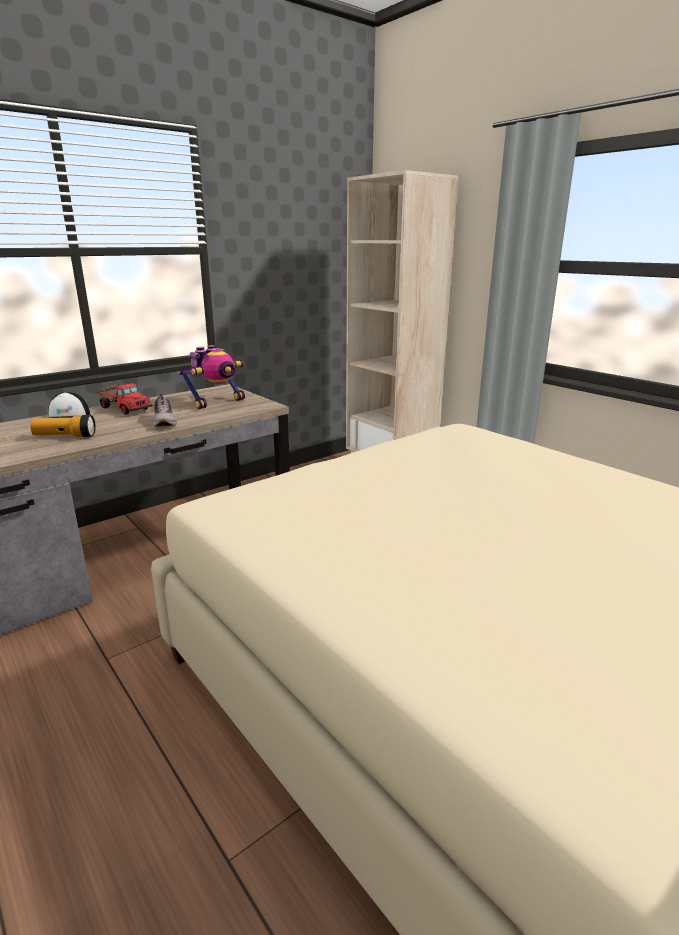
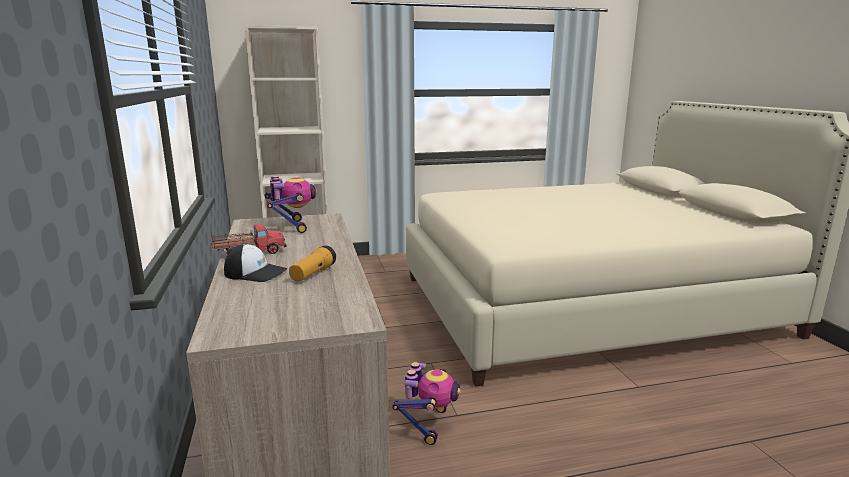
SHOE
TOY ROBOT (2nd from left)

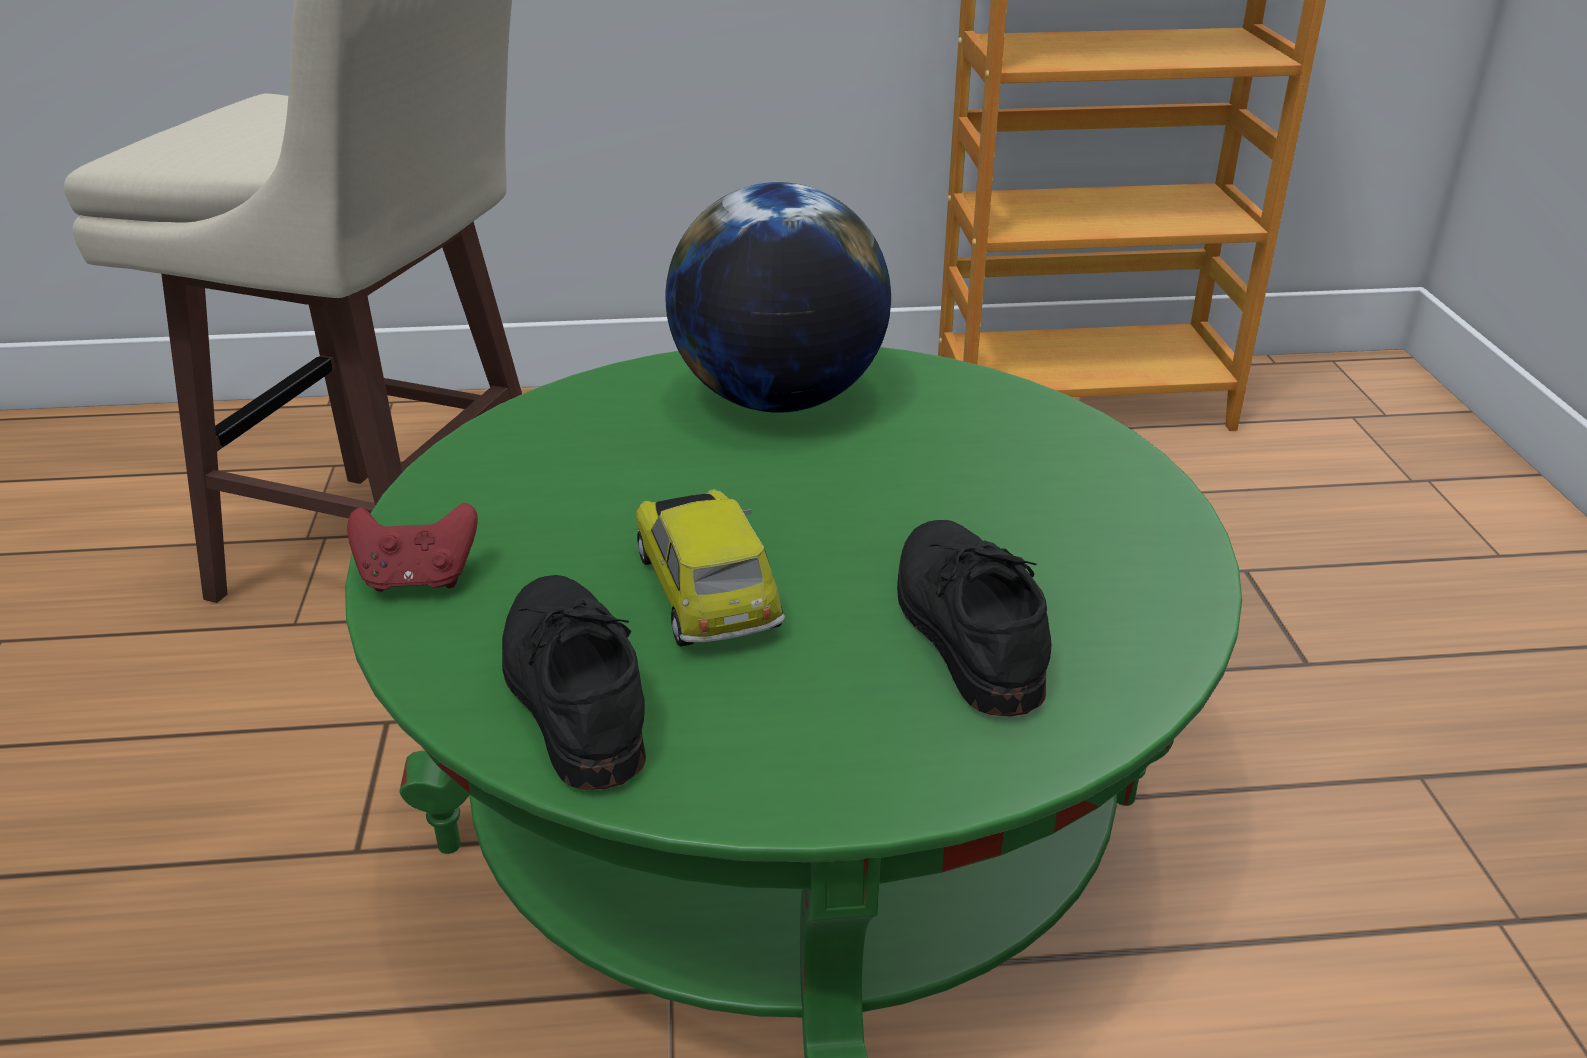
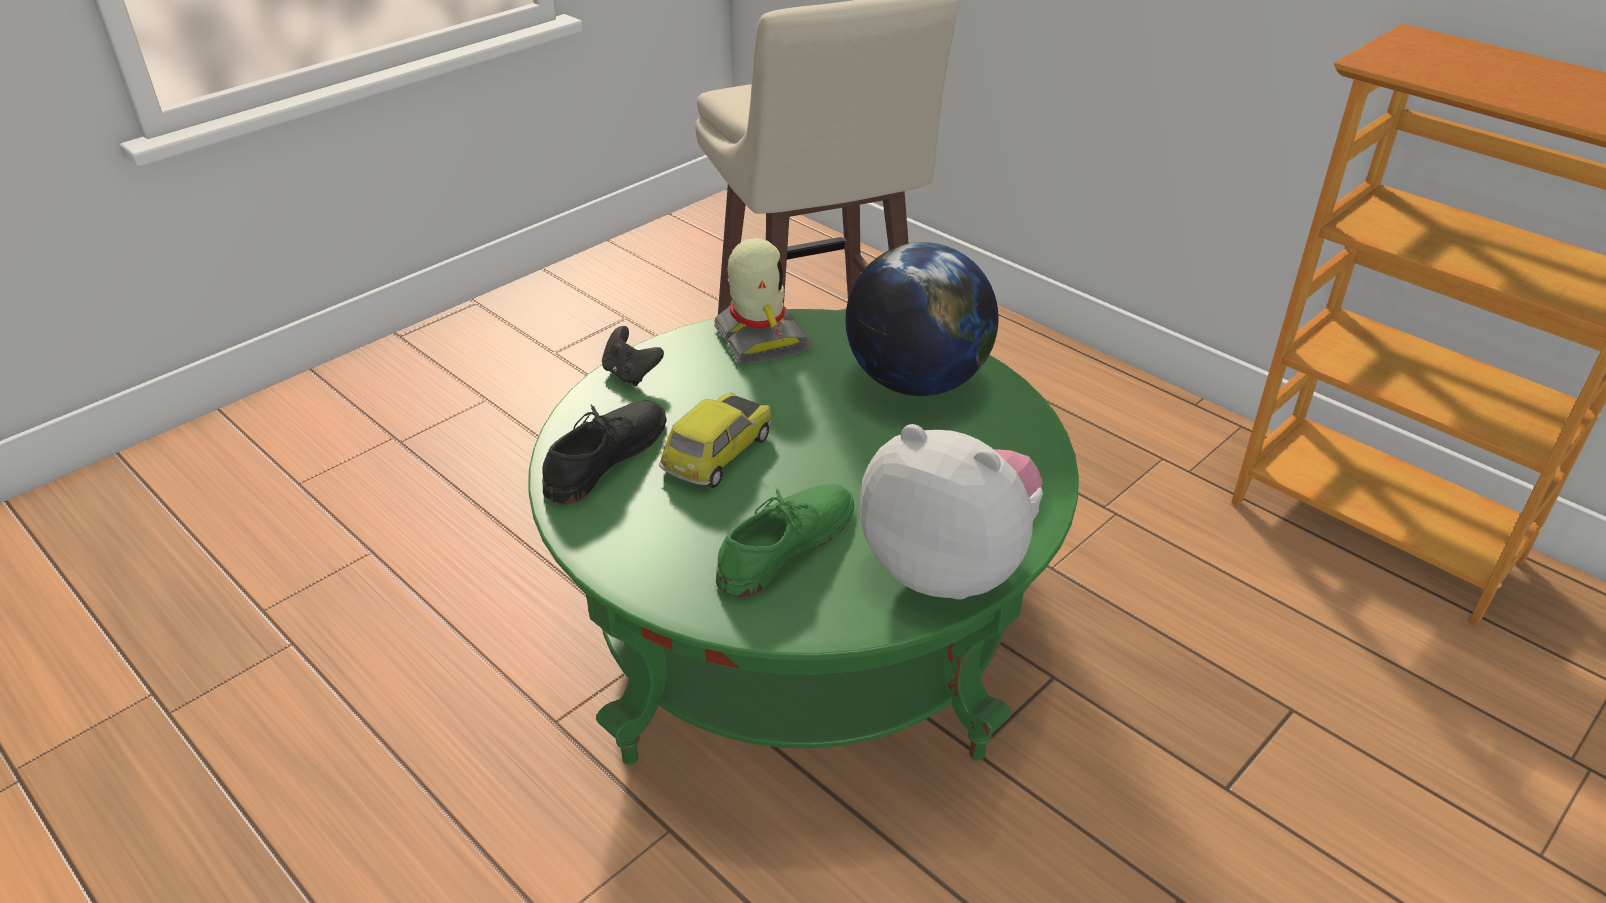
BLACK GAME CONTROLLER
GREEN SHOE
TOY ROBOT
PLUSH TOY

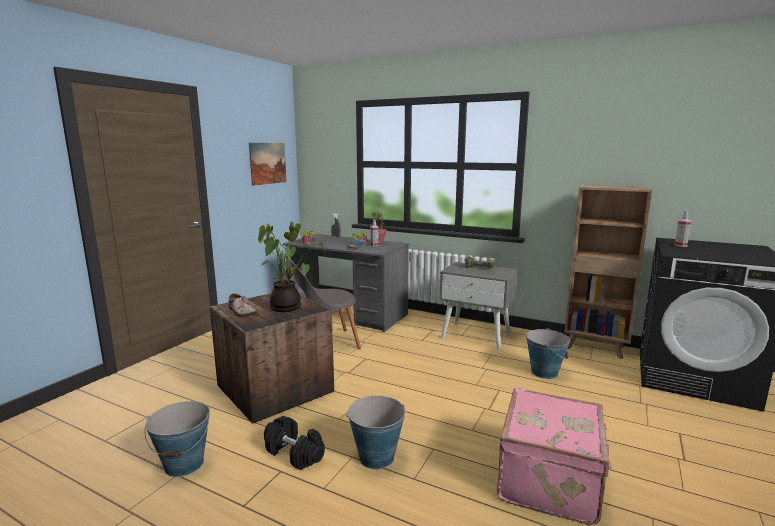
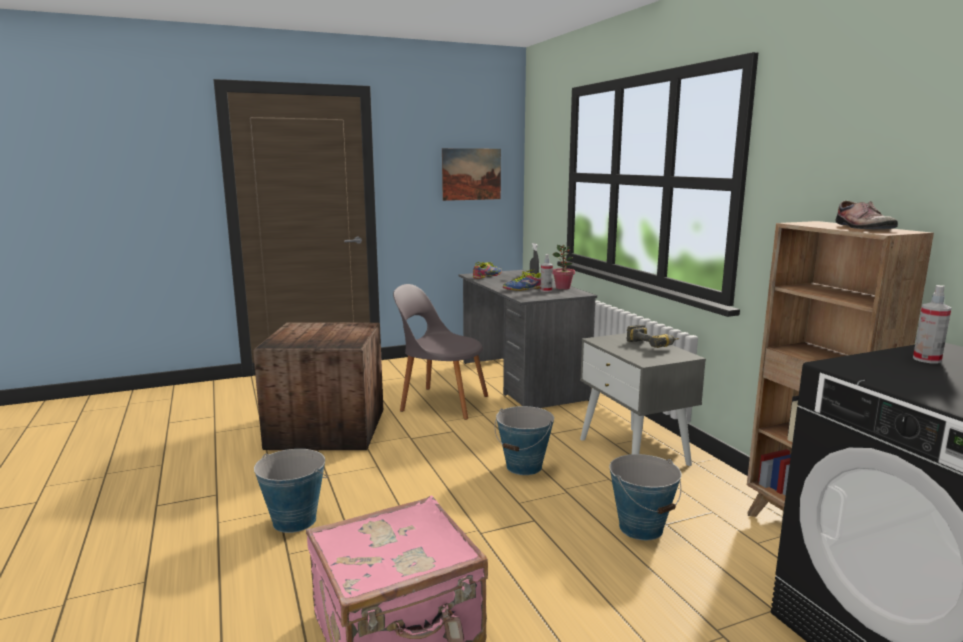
POTTED PLANT (1st from left in the first image)
SHOE (3rd from left)
BUCKET (2nd from left)
BLACK DUMBBELL

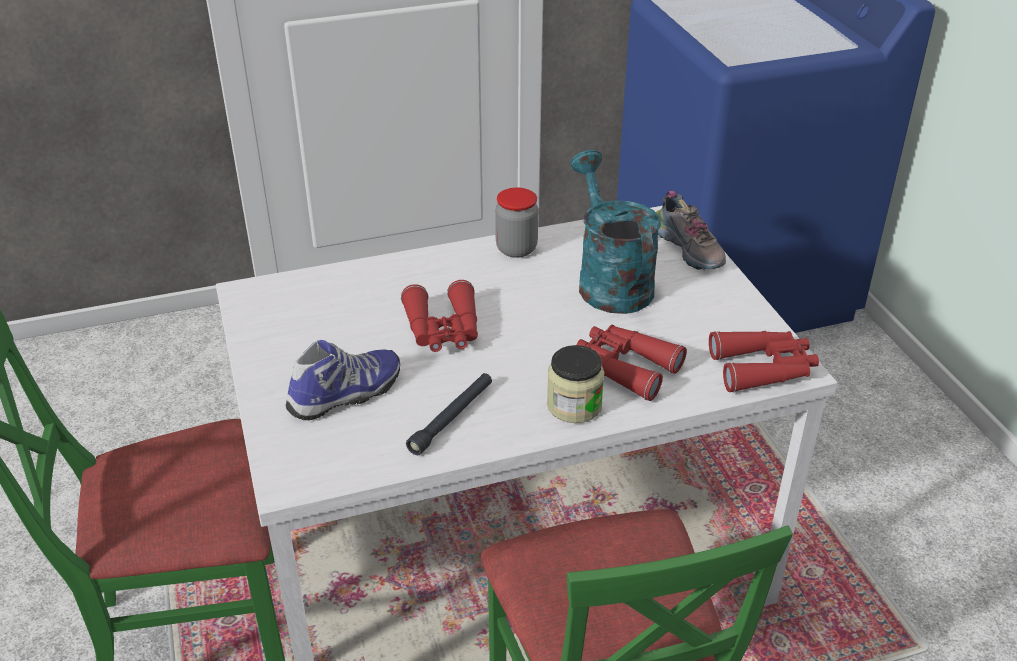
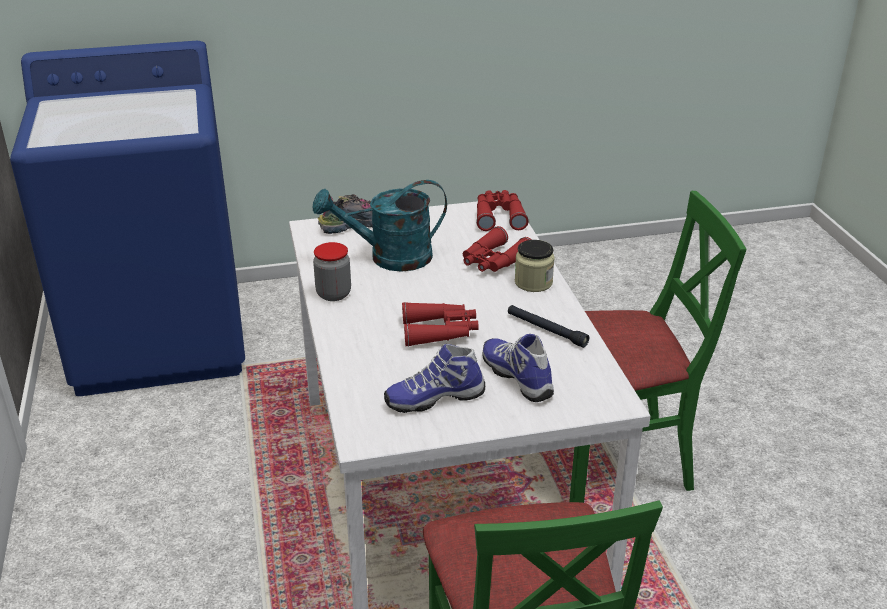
SHOE (2nd from left)

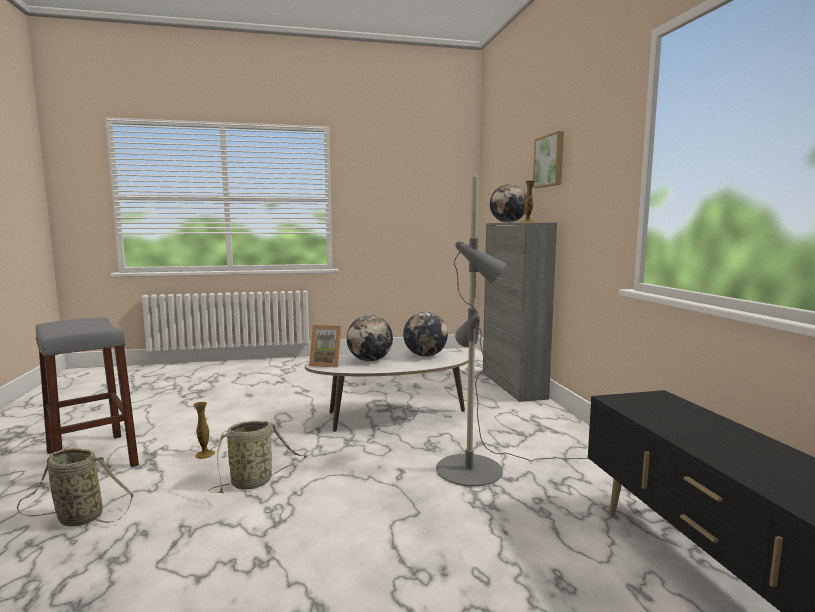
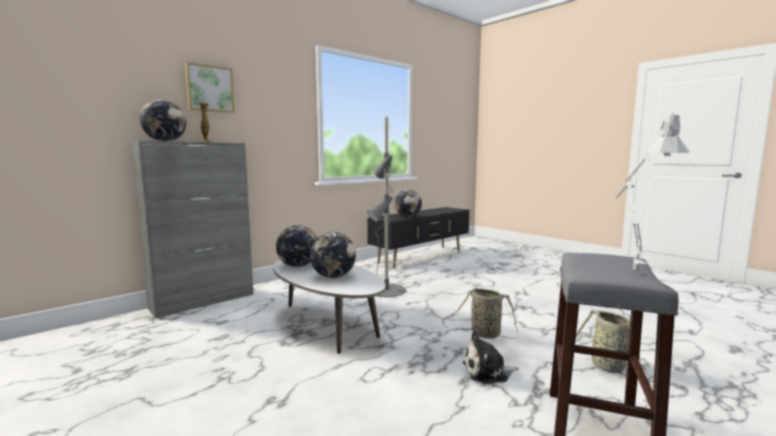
PICTURE FRAME
PLUSH TOY
GREY TABLE LAMP
GLOBE (4th from left)

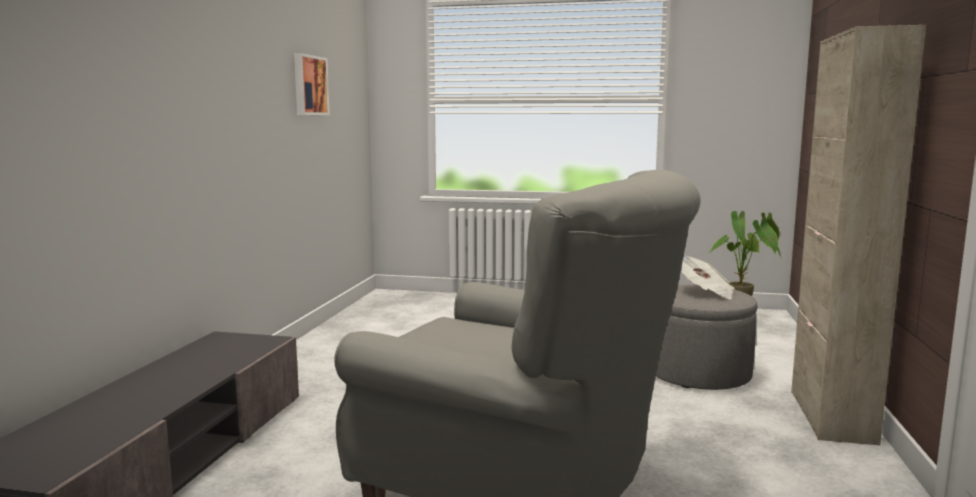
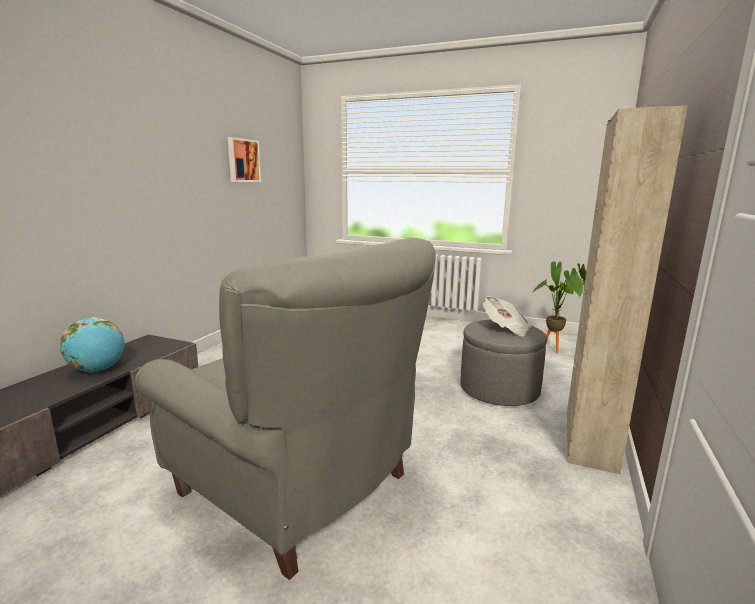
GLOBE

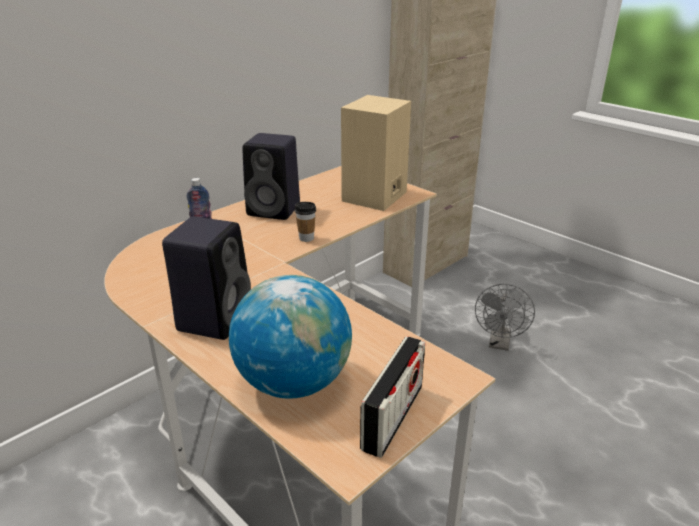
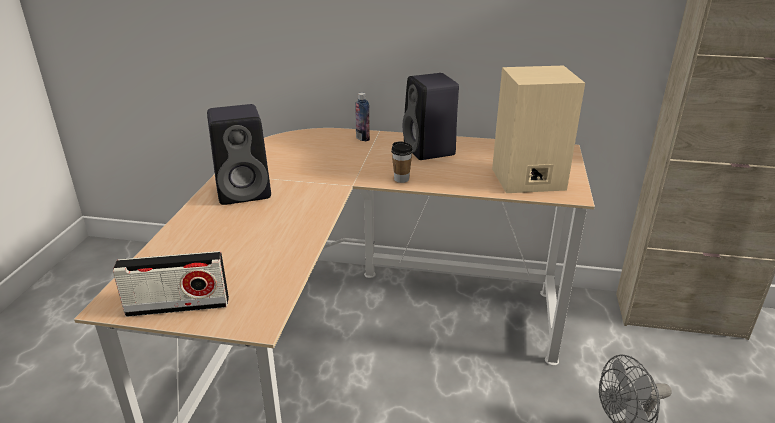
GLOBE

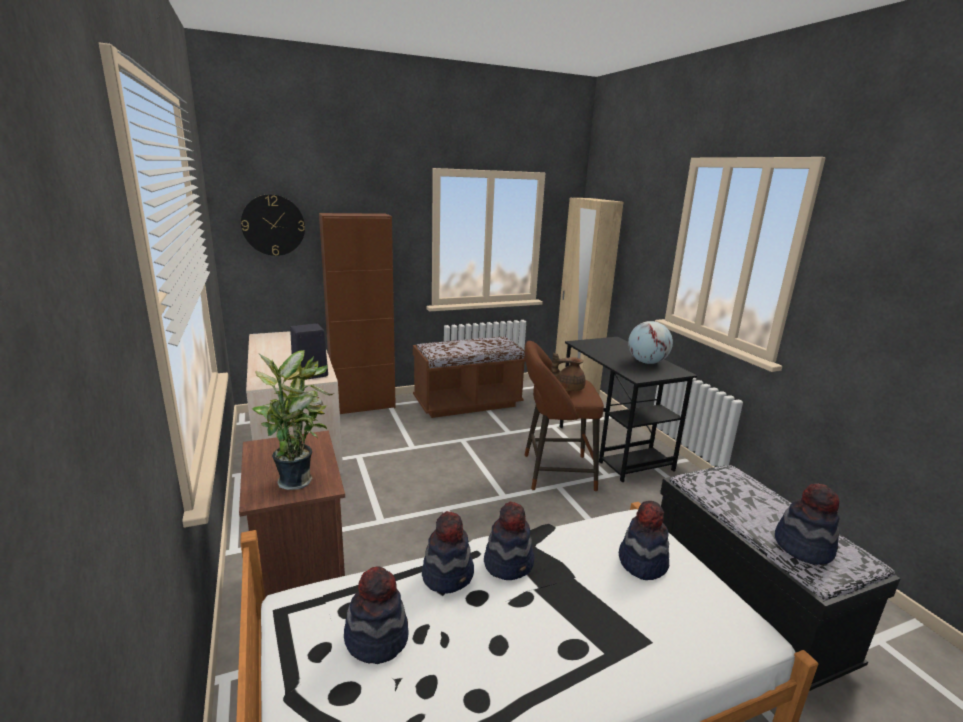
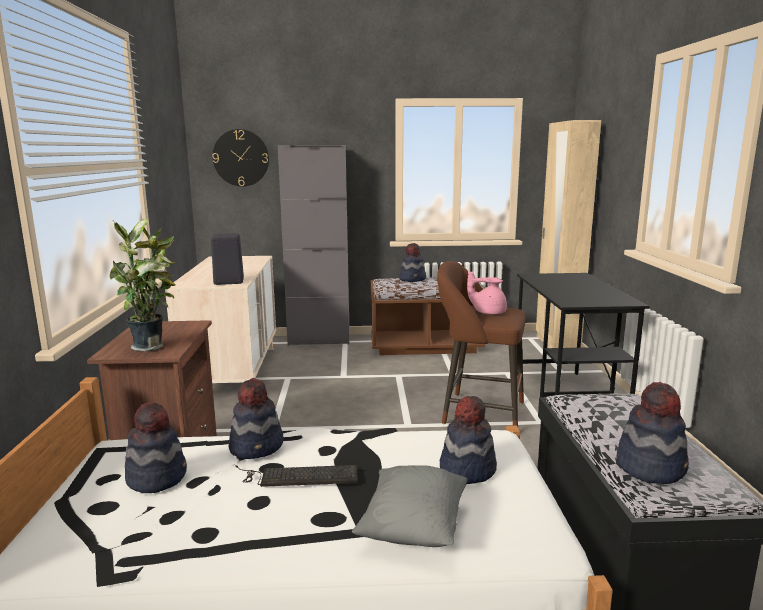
GREY CABINET
GLOBE
PINK TEAPOT
HAT (3rd from left)
KEYBOARD
GREY PILLOW

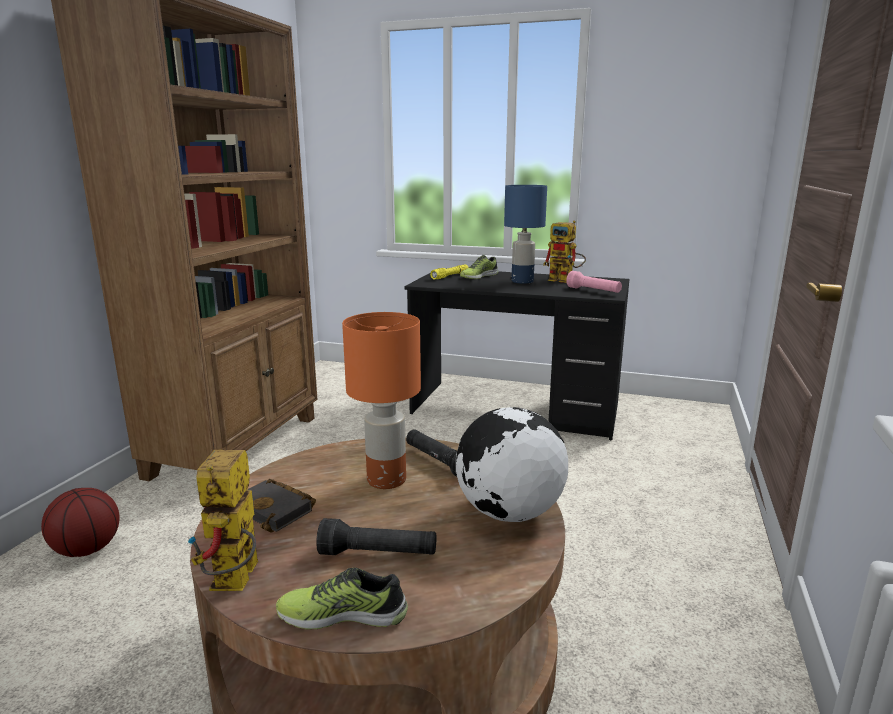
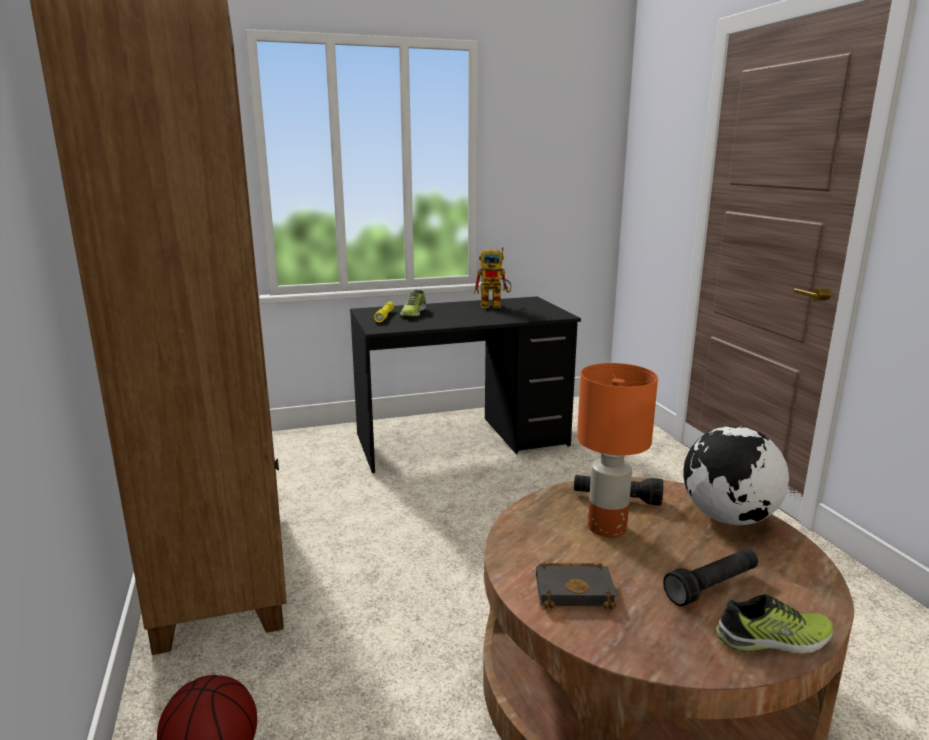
BLUE TABLE LAMP
PINK FLASHLIGHT
TOY ROBOT (1st from left in the first image)
SHOE (2nd from left)

